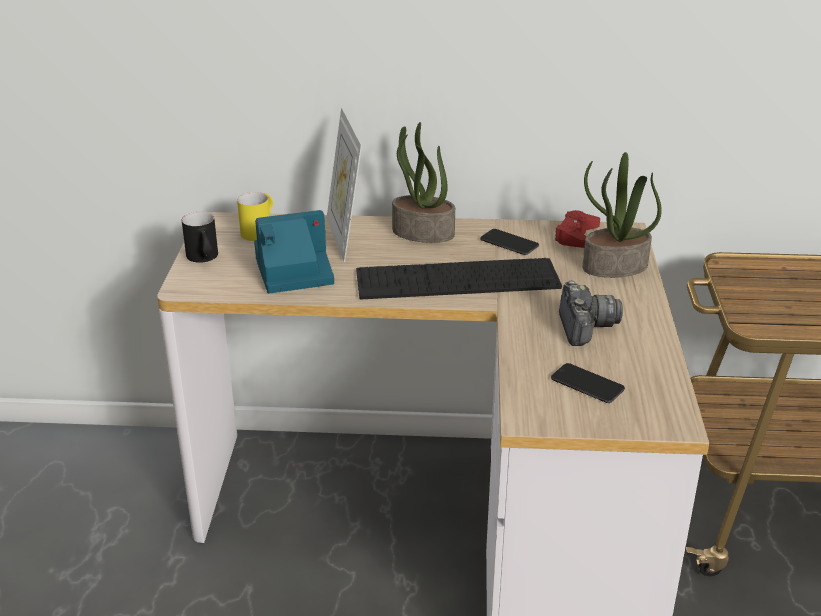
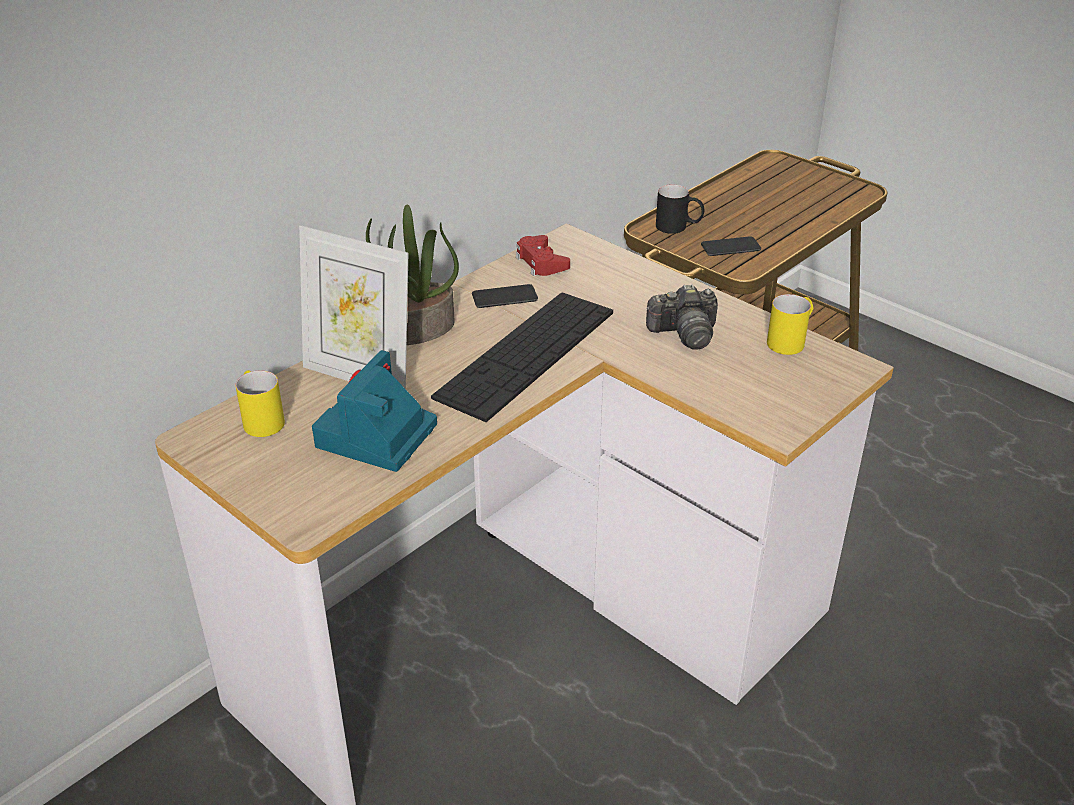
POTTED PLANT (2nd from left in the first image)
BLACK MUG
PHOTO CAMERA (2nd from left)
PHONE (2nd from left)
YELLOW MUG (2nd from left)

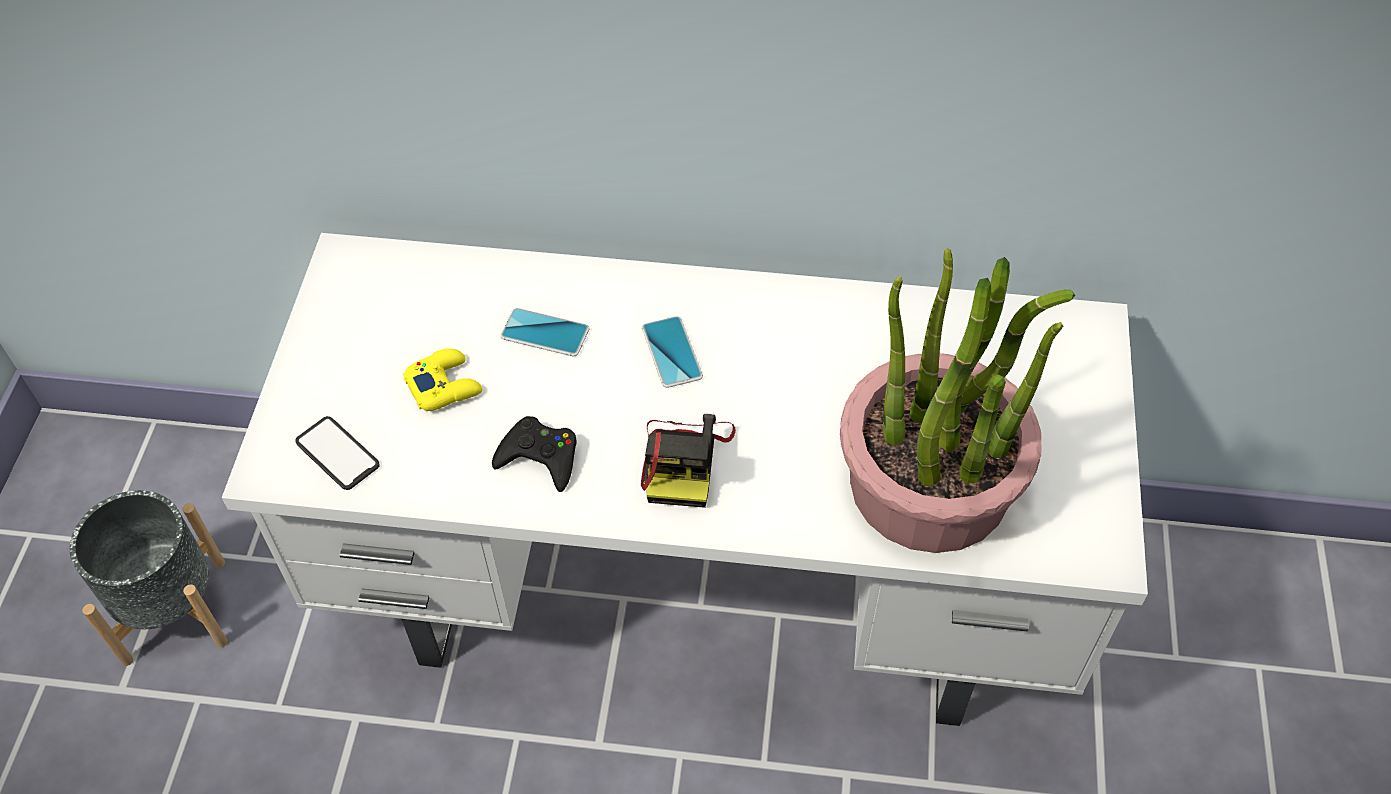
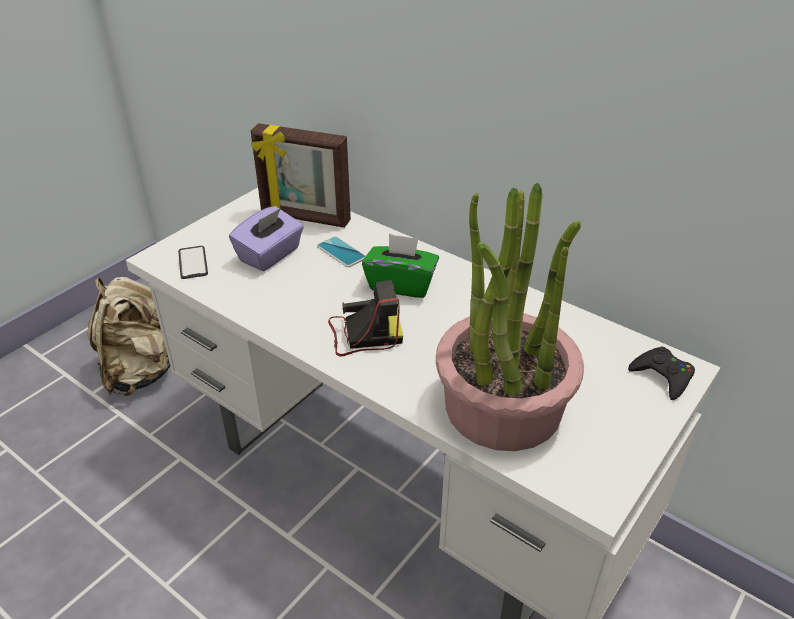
GREEN TISSUE BOX
PURPLE TISSUE BOX
PHOTO CAMERA
BLACK GAME CONTROLLER
BEIGE BACKPACK
PICTURE FRAME

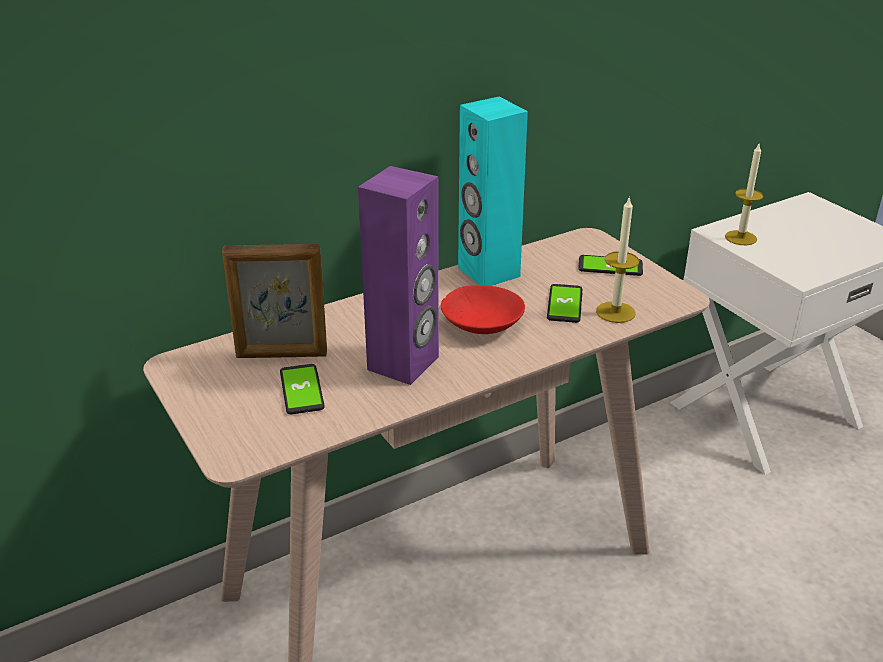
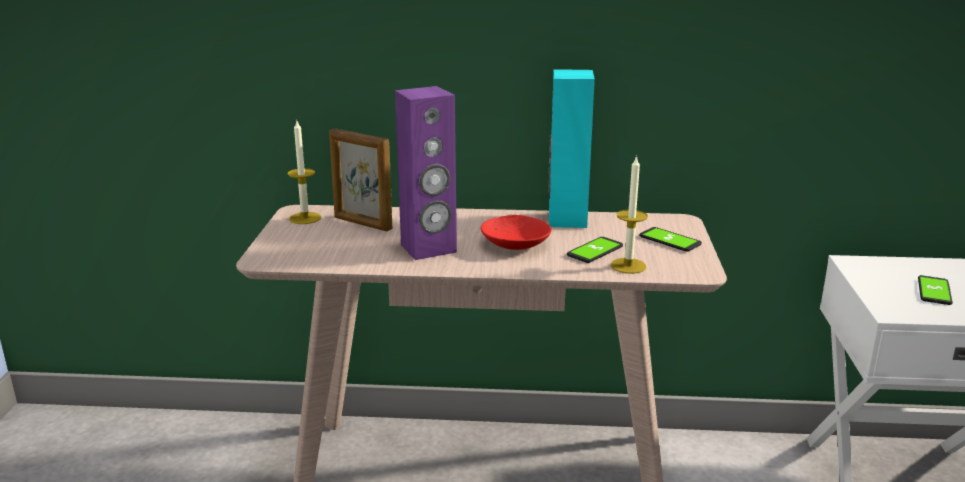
CANDLE (1st from left)
PHONE (3rd from left)

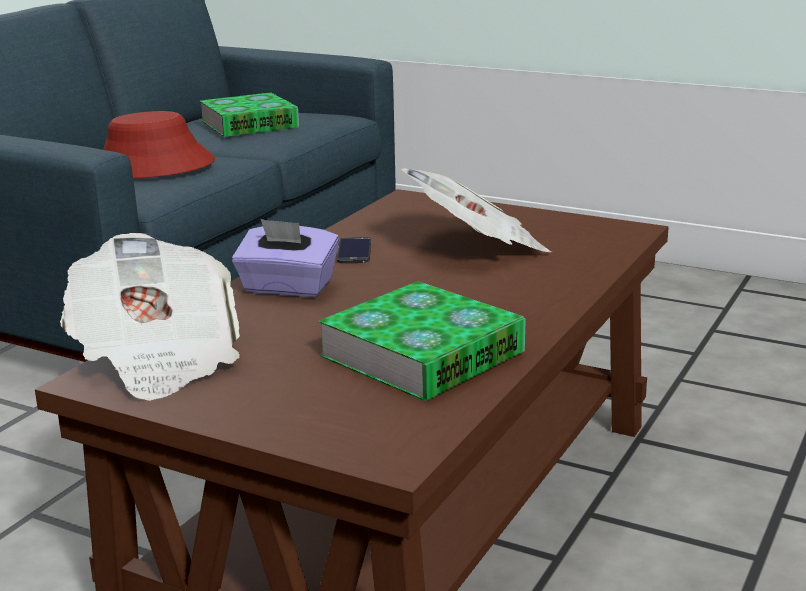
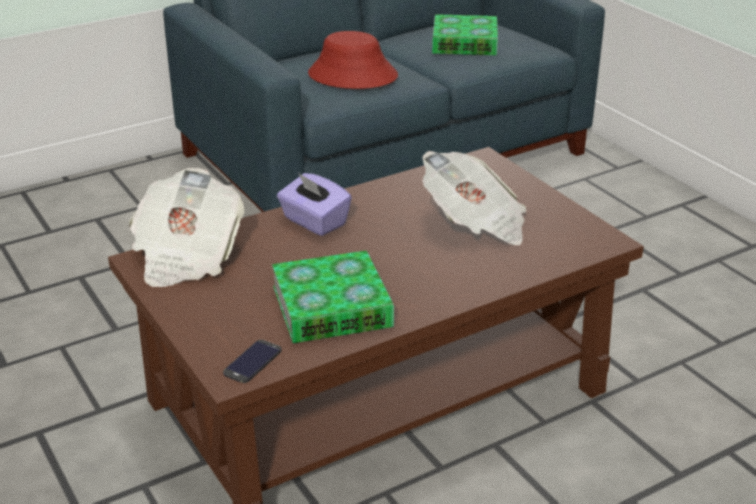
PHONE

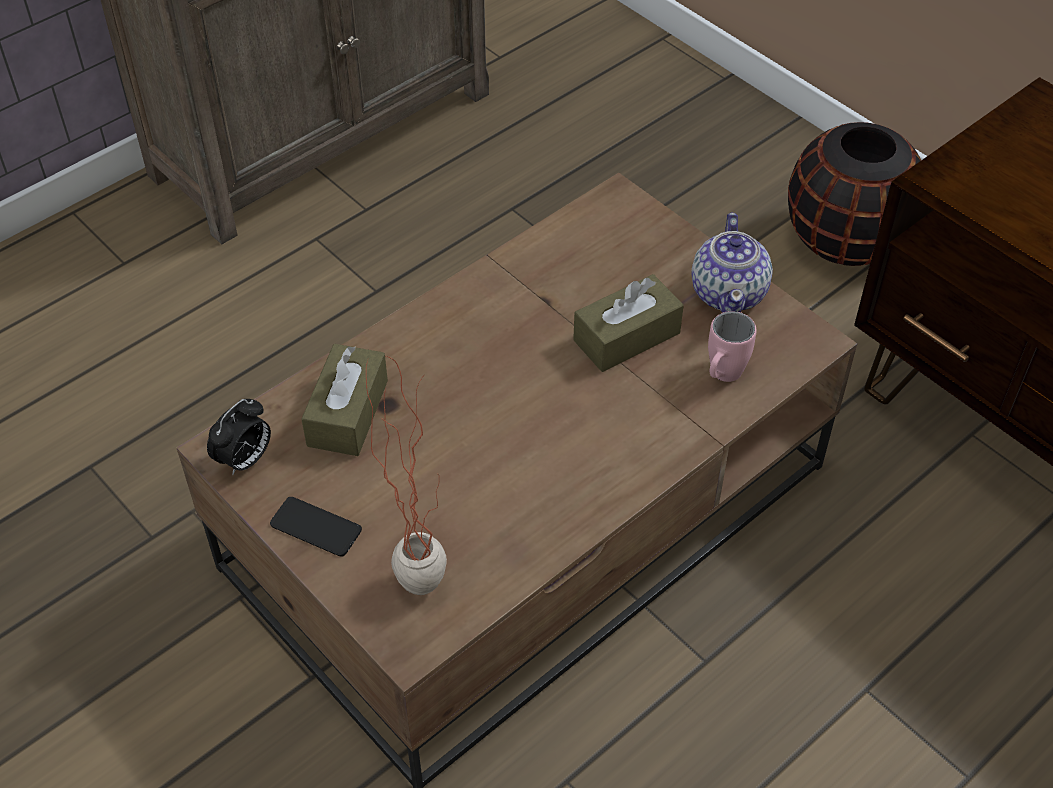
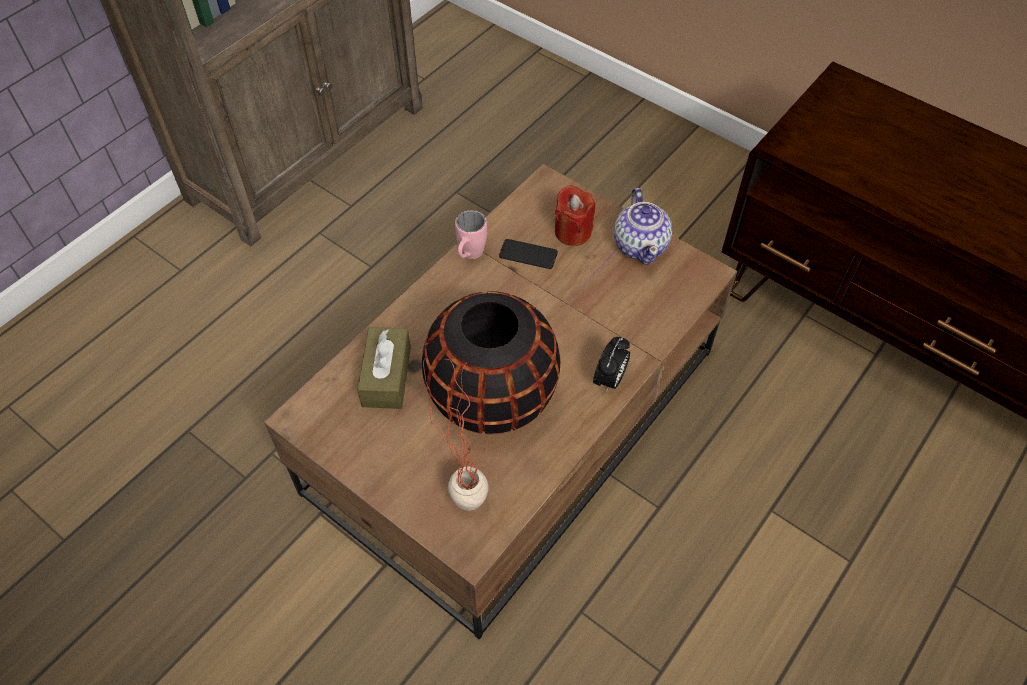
BLACK VASE
BROWN TISSUE BOX (2nd from left in the first image)
PINK MUG
ALARM CLOCK
PHONE
RED CANDLE

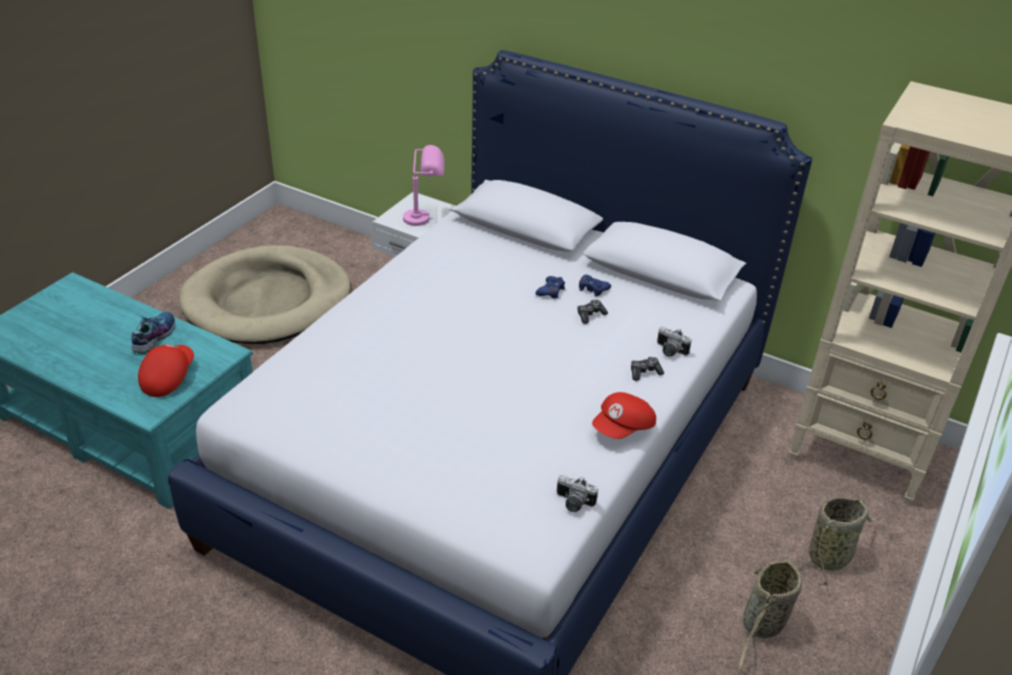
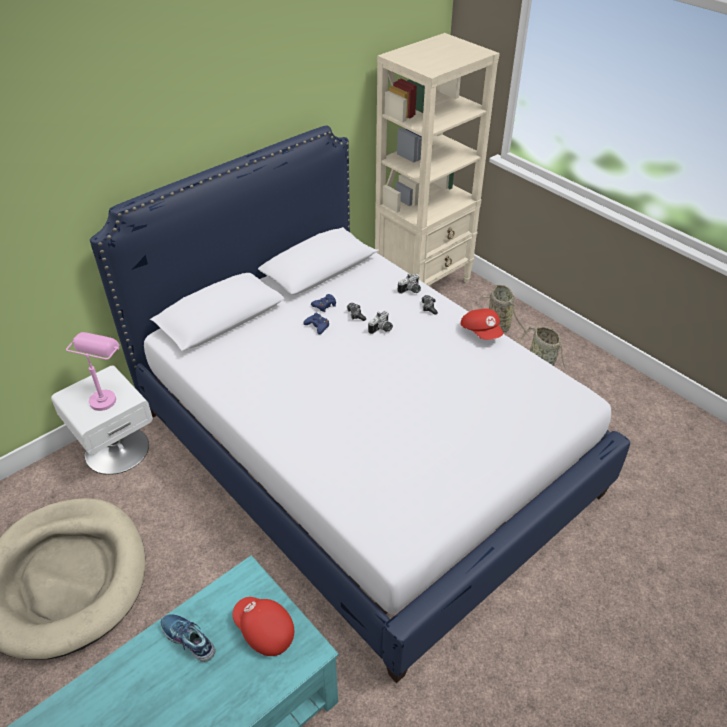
PHOTO CAMERA (1st from left)

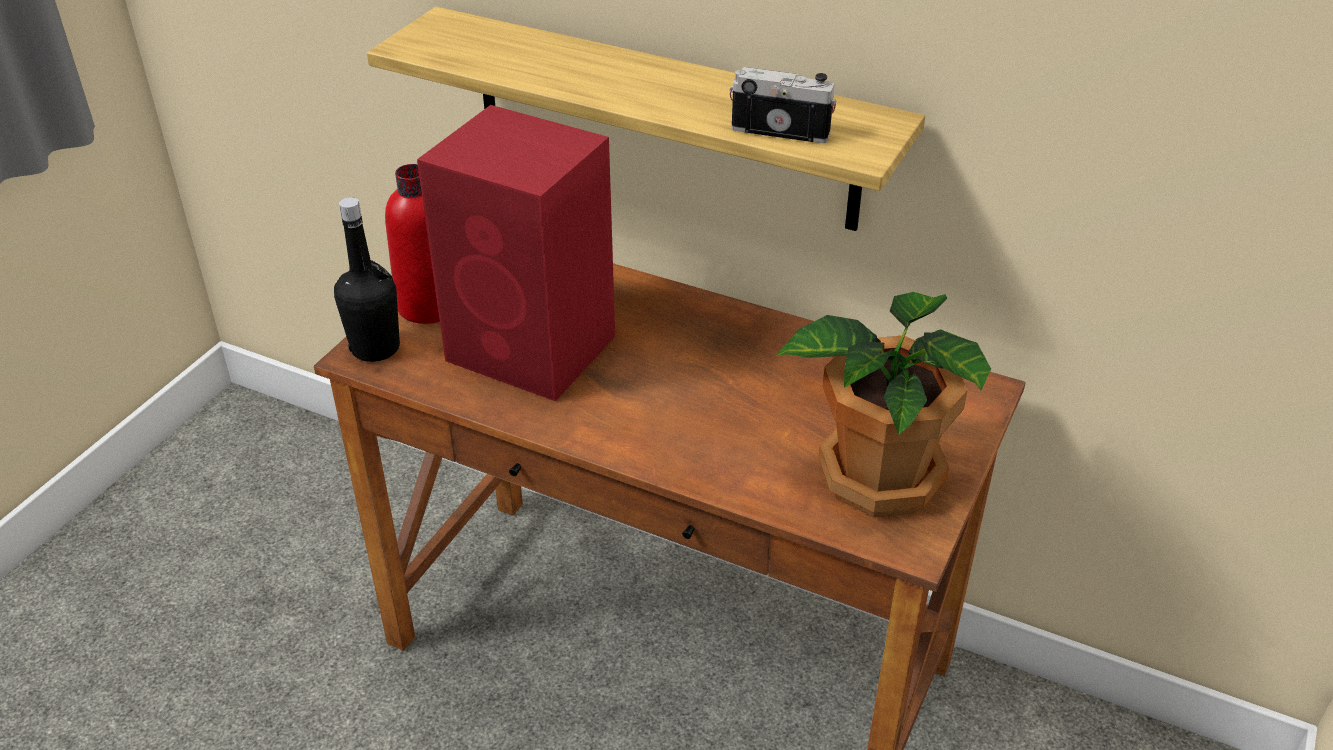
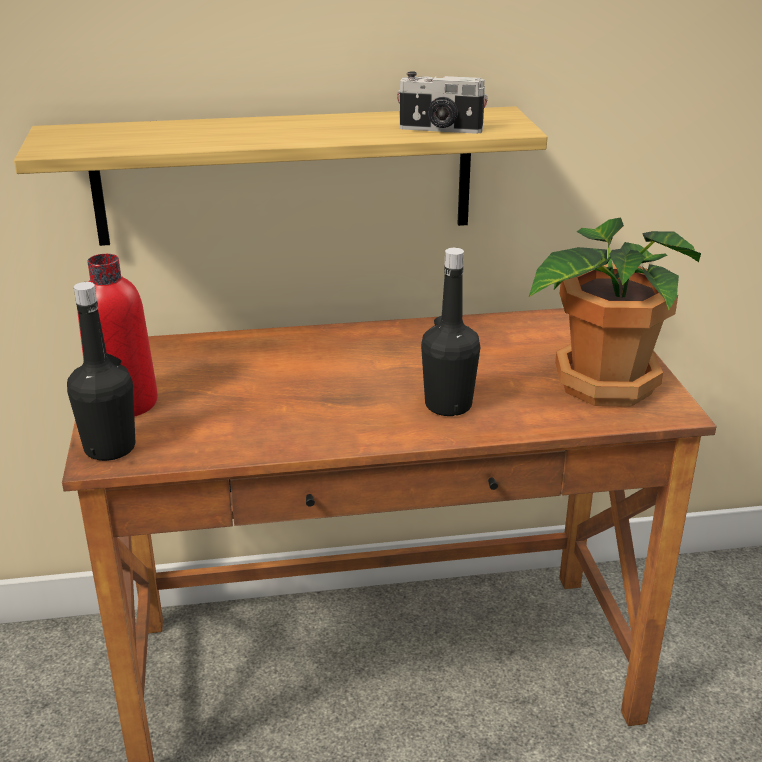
PHOTO CAMERA
RED SPEAKER
BLACK BOTTLE (2nd from left)

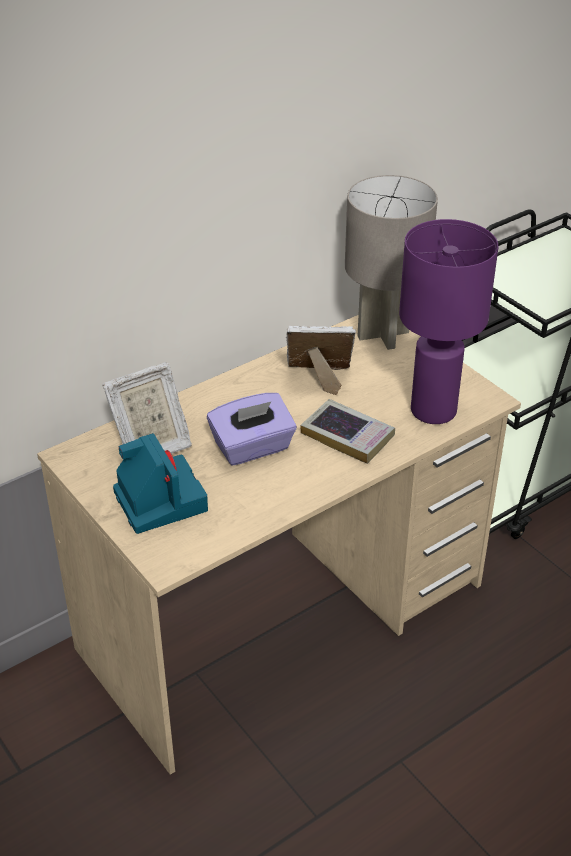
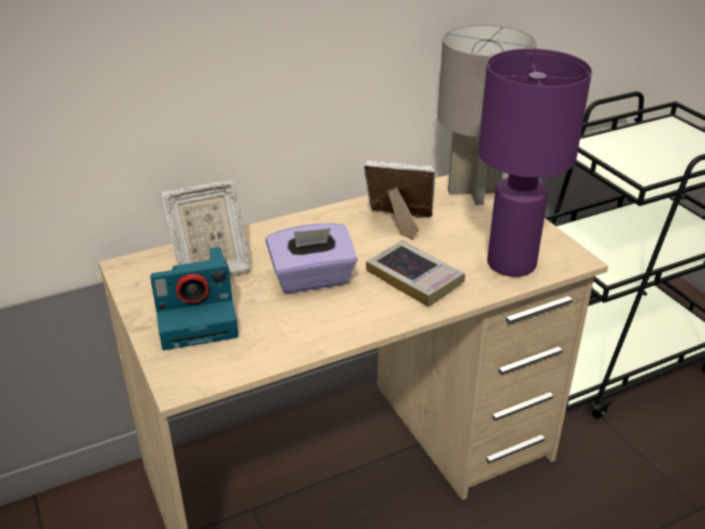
PHOTO CAMERA

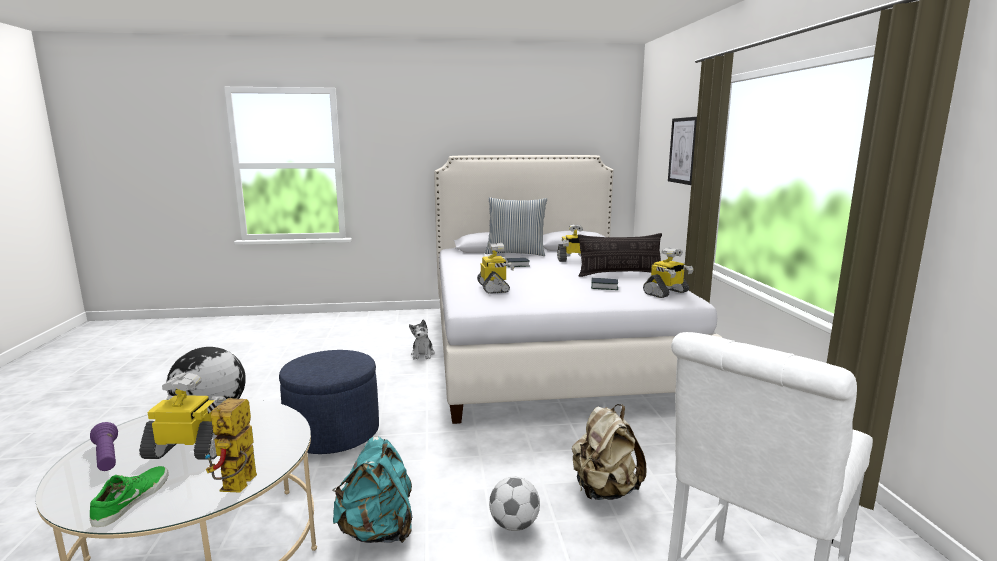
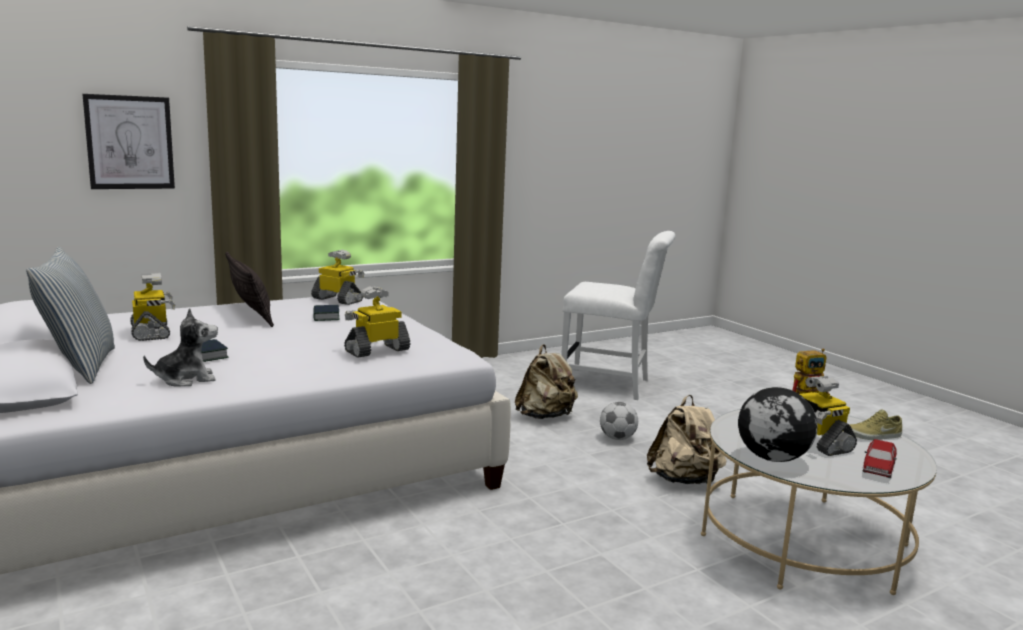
PLUSH TOY
BLUE OTTOMAN
TOY CAR
BEIGE BACKPACK (2nd from left)
BEIGE SHOE

